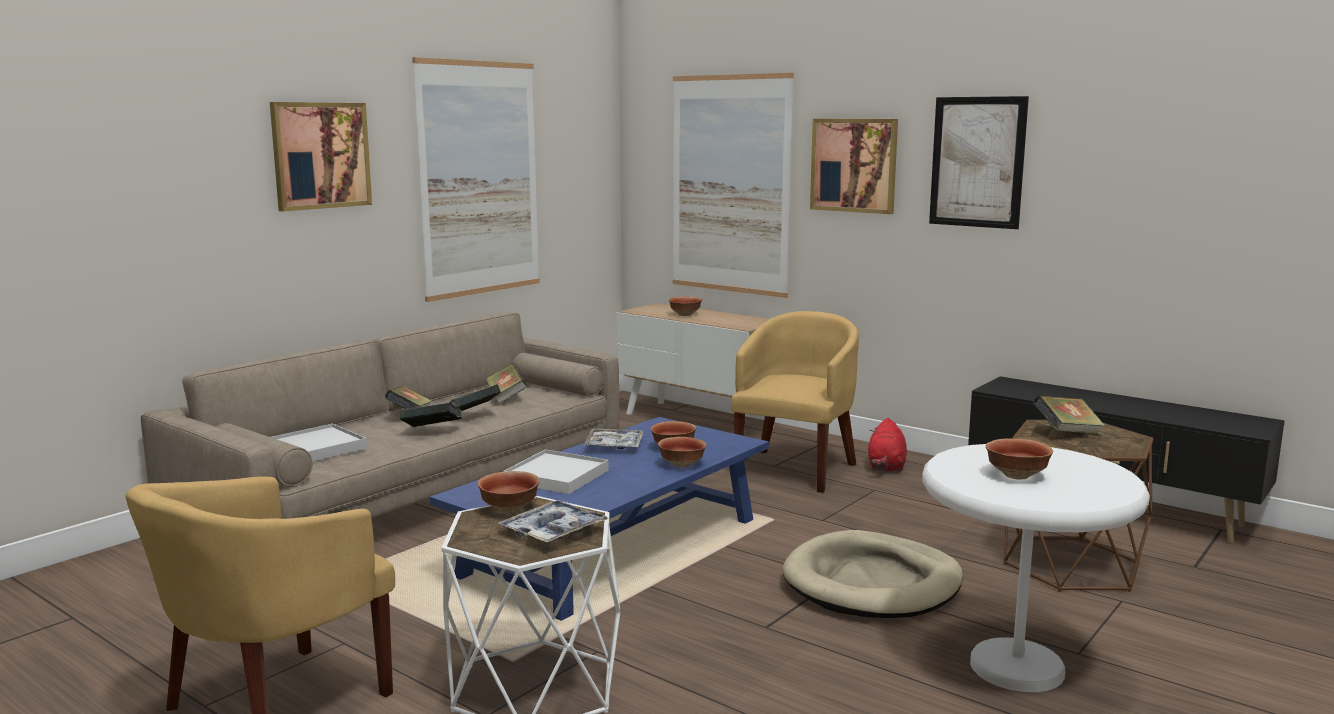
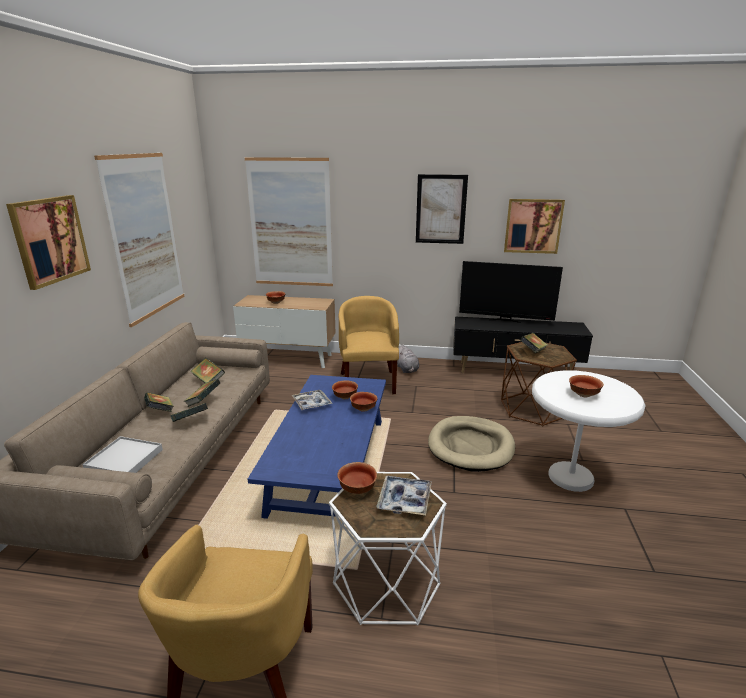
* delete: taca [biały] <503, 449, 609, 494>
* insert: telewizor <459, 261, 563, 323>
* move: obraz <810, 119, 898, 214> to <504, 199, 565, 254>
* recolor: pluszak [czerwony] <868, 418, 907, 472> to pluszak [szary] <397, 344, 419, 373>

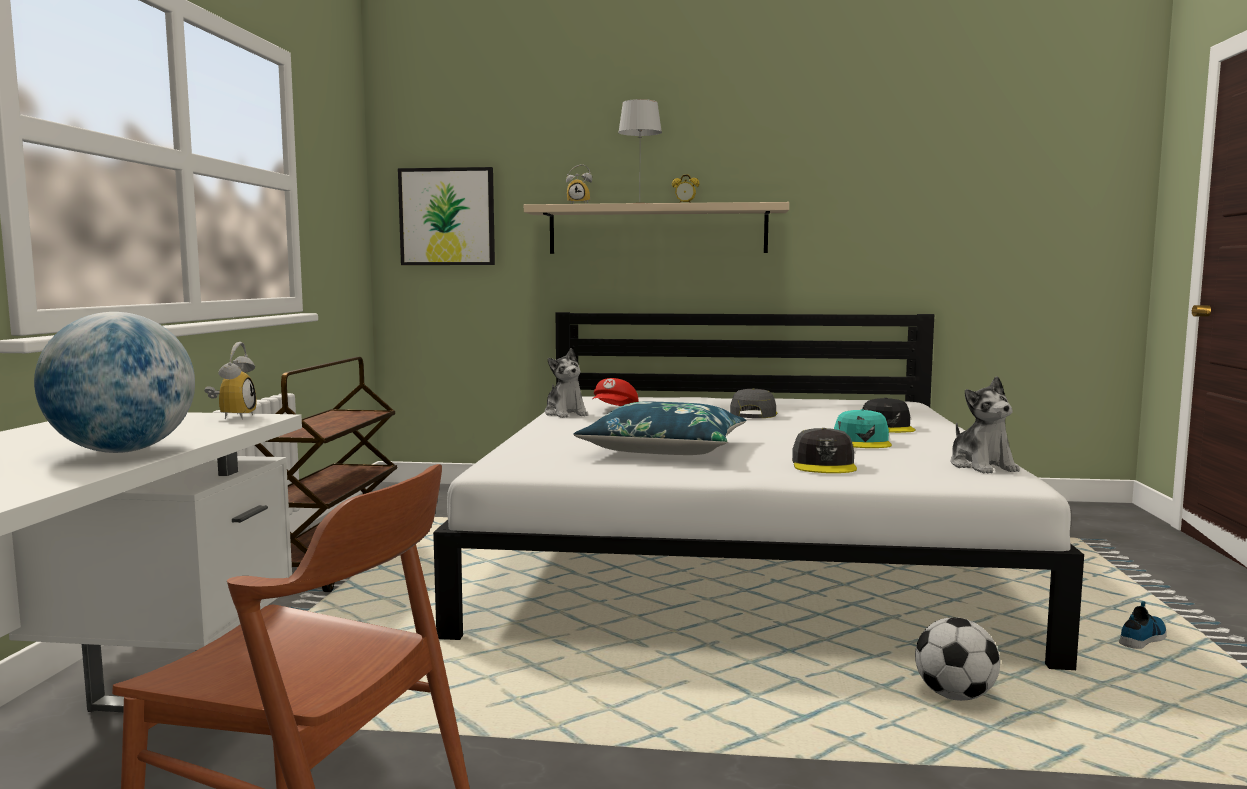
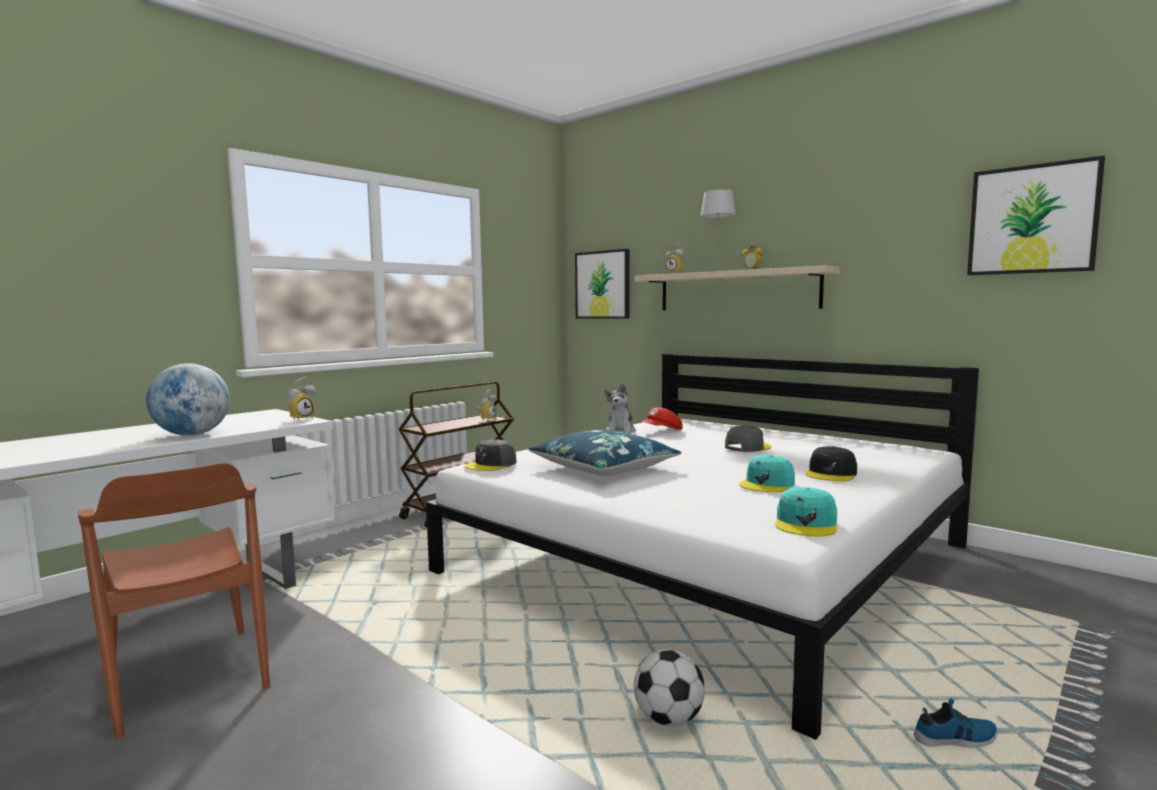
* insert: budzik <477, 389, 497, 421>
* insert: obraz <967, 156, 1105, 275>
* move: czapka z daszkiem [szary] <792, 428, 857, 473> to <464, 439, 517, 471>
* replace: pluszak <950, 376, 1020, 473> to czapka z daszkiem [turkusowy] <775, 487, 837, 536>

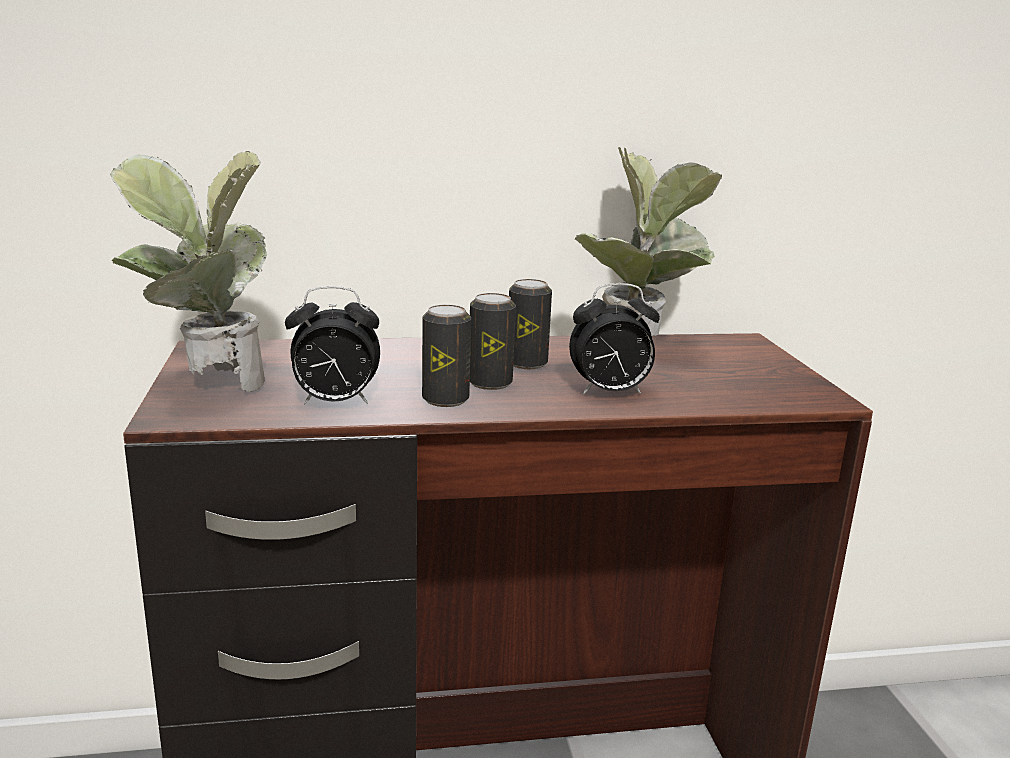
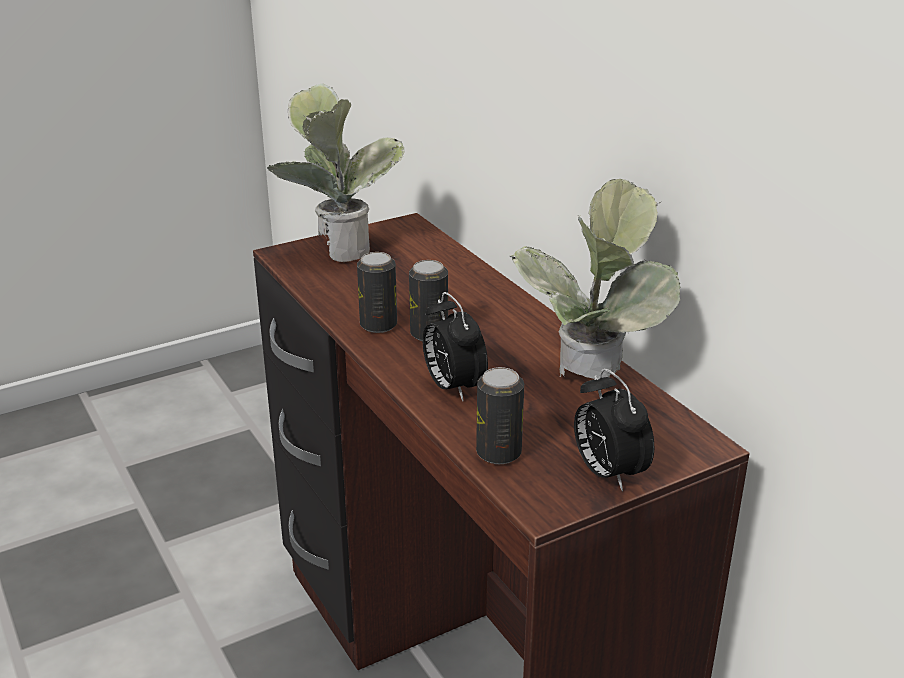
* move: budzik <285, 286, 380, 404> to <574, 368, 654, 491>
* move: puszka <509, 279, 552, 369> to <476, 367, 524, 464>

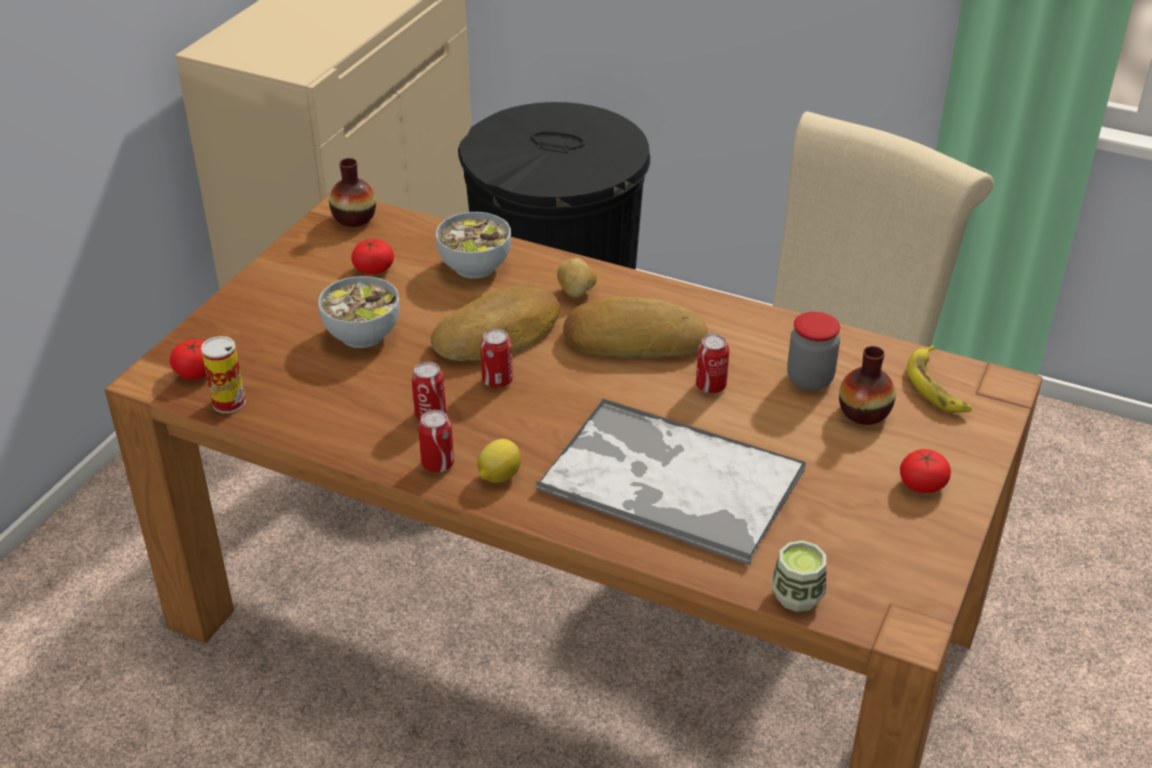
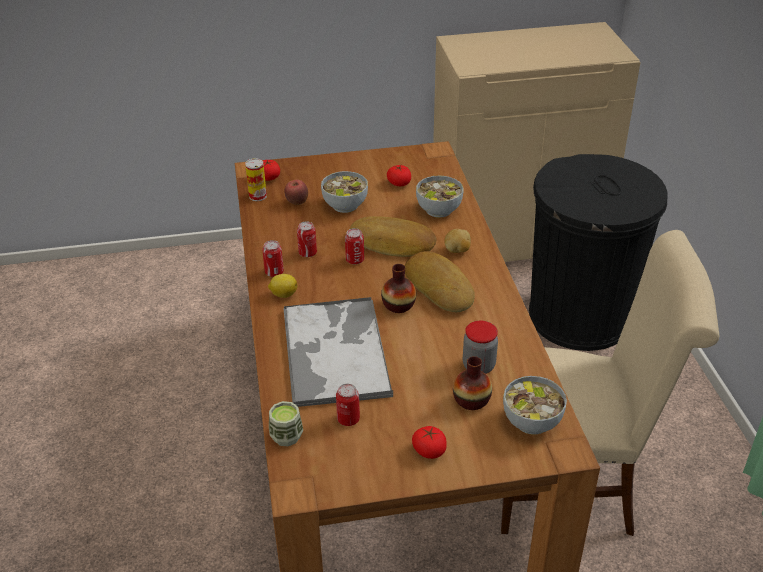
* insert: jabłko <284, 179, 308, 205>
* move: wazon <329, 158, 376, 227> to <381, 264, 416, 313>
* move: puszka <696, 334, 729, 393> to <336, 384, 360, 426>
* replace: banan <907, 345, 972, 413> to miska <503, 376, 567, 434>

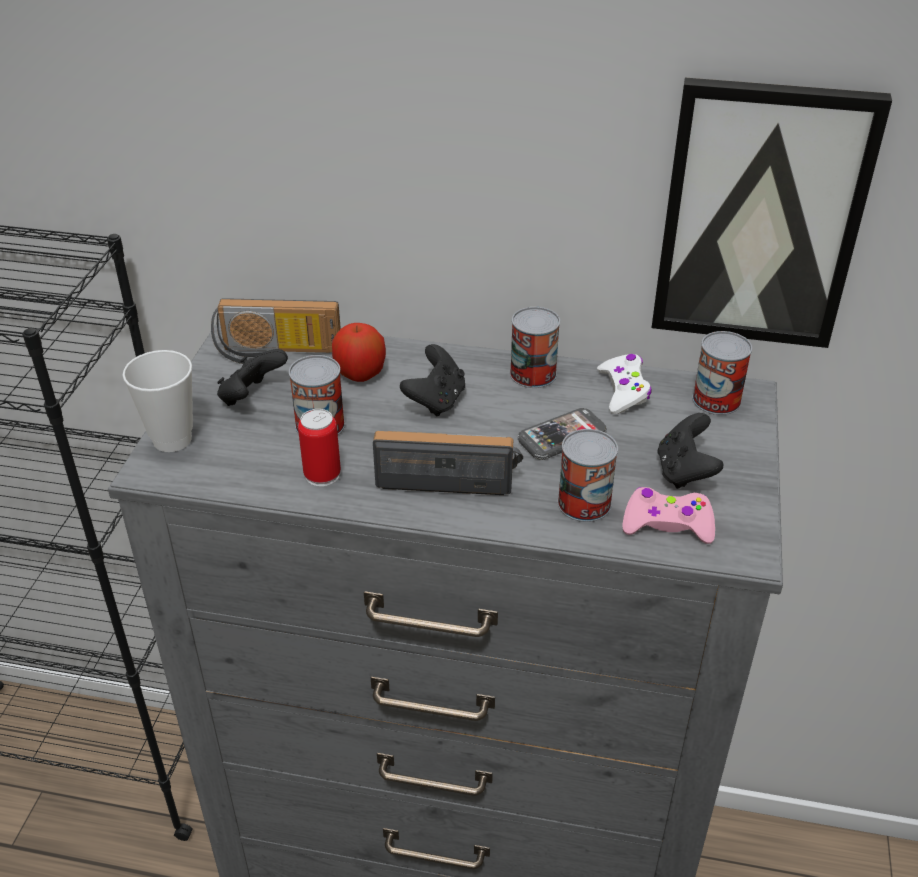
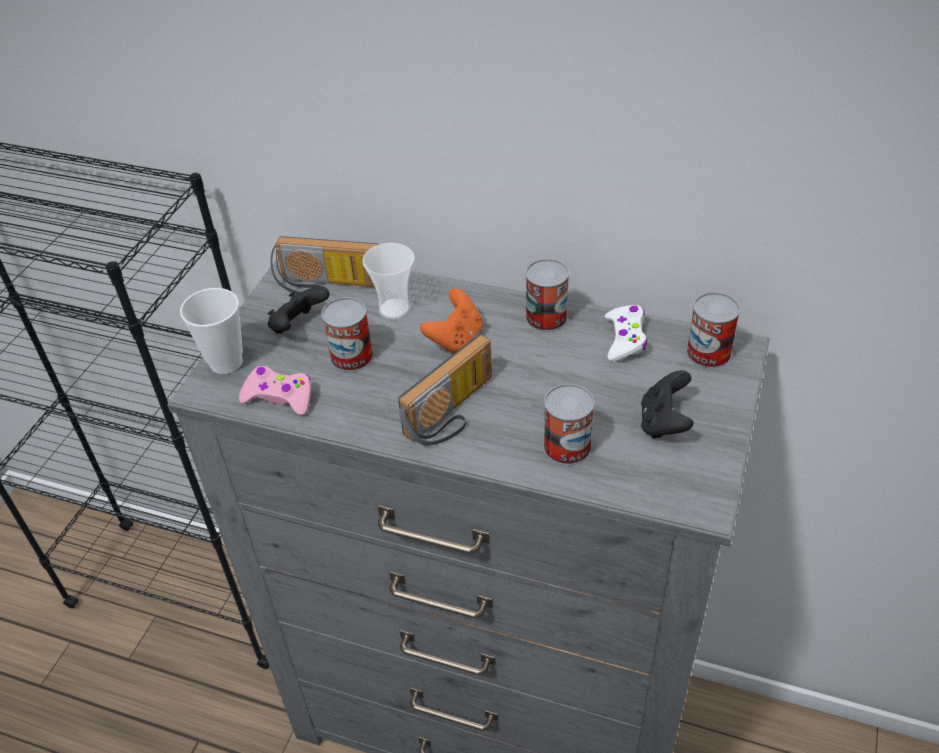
* delete: puszka <298, 409, 341, 487>
* delete: telefon <518, 408, 607, 460>
* delete: obraz <652, 78, 892, 348>
* move: pad do gier [różowy] <622, 487, 715, 544> to <239, 366, 311, 415>
* replace: jabłko <332, 323, 386, 382> to filiżanka <362, 243, 414, 319>
* recolor: pad do gier [czarny] <400, 344, 465, 417> to pad do gier [pomarańczowy] <420, 289, 482, 354>
* rotate: radio <373, 431, 523, 495> = <398, 335, 492, 446> 120 degrees clockwise

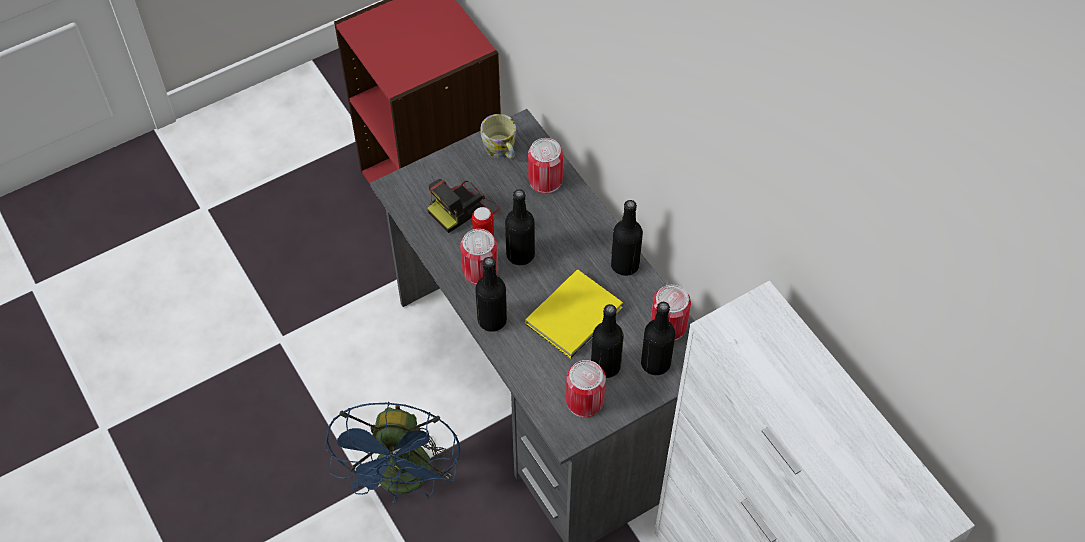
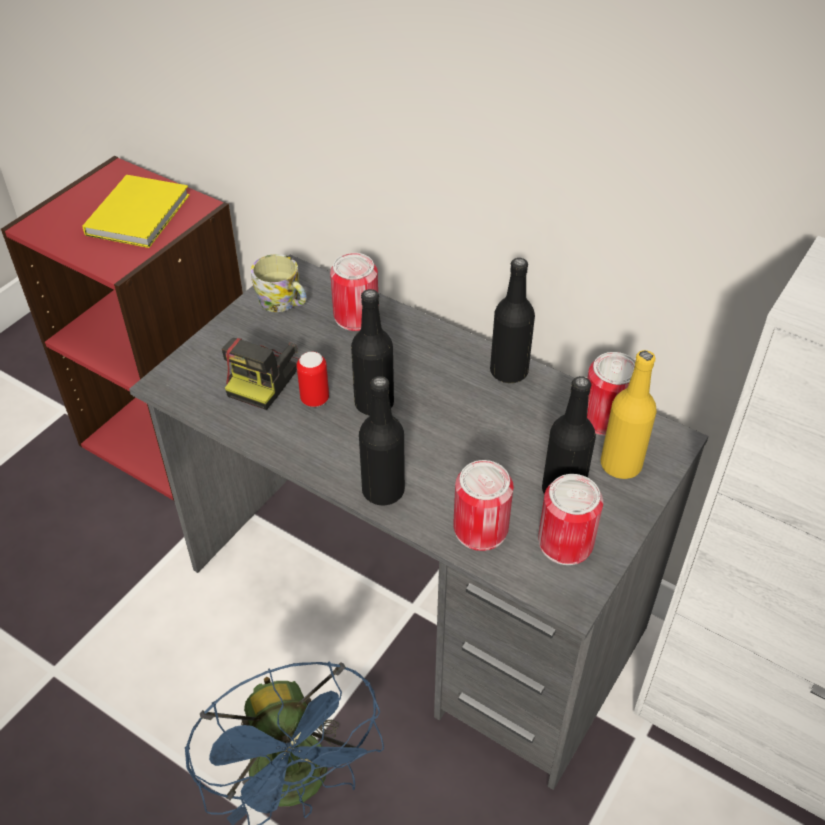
* move: puszka <460, 229, 498, 285> to <453, 460, 514, 551>
* move: książka [żółty] <525, 269, 623, 359> to <82, 175, 190, 248>
* recolor: butelka [czarny] <641, 302, 675, 375> to butelka [żółty] <600, 350, 657, 479>

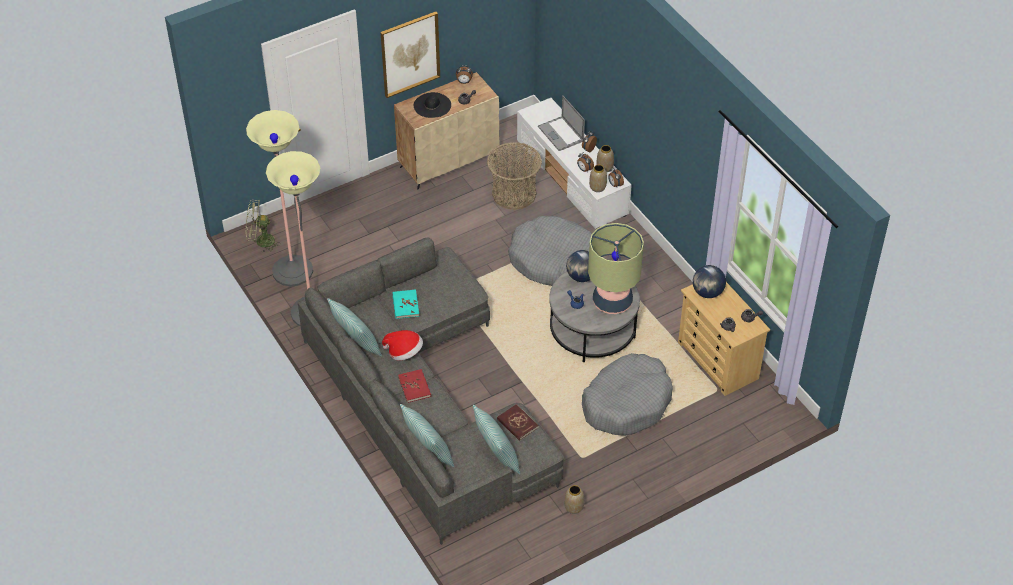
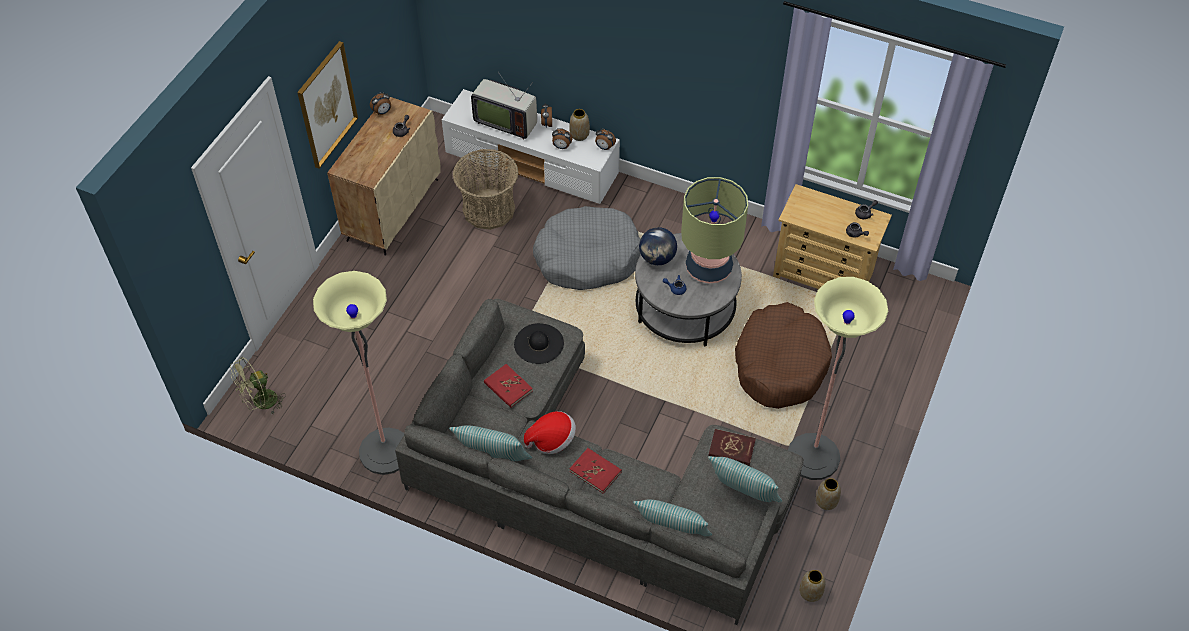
* delete: globus <693, 265, 726, 298>
* move: lampa stojąca <246, 110, 313, 287> to <788, 277, 888, 480>
* move: kapelusz [czarny] <414, 92, 451, 118> to <514, 323, 564, 364>
* move: wazon <589, 165, 607, 192> to <799, 570, 826, 602>
* replace: laptop <538, 95, 585, 151> to telewizor <471, 72, 537, 140>
* recolor: książka [turkusowy] <392, 289, 419, 319> to książka [czerwony] <484, 364, 533, 408>
* recolor: legowisko [szary] <582, 353, 673, 436> to legowisko [brązowy] <735, 302, 832, 409>

